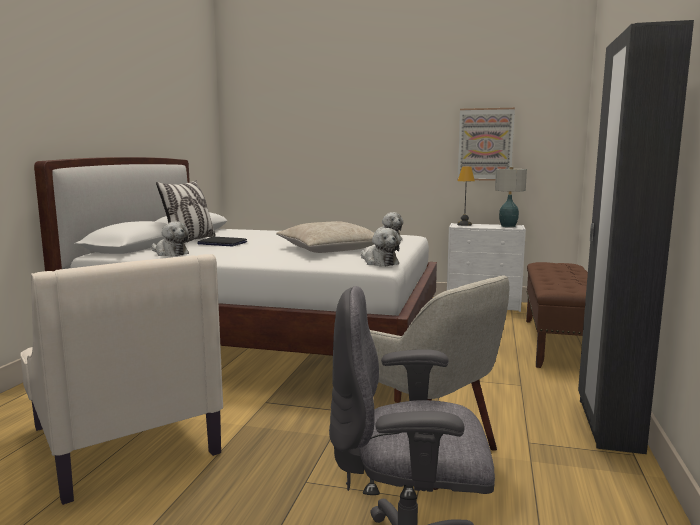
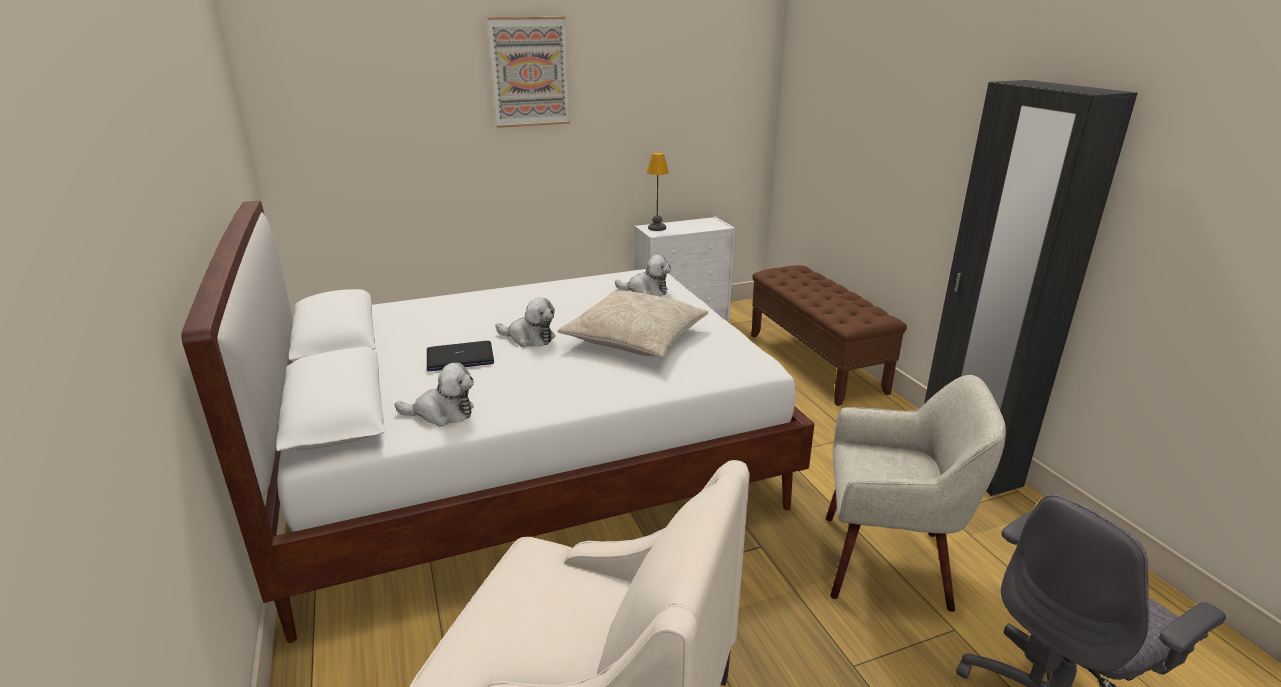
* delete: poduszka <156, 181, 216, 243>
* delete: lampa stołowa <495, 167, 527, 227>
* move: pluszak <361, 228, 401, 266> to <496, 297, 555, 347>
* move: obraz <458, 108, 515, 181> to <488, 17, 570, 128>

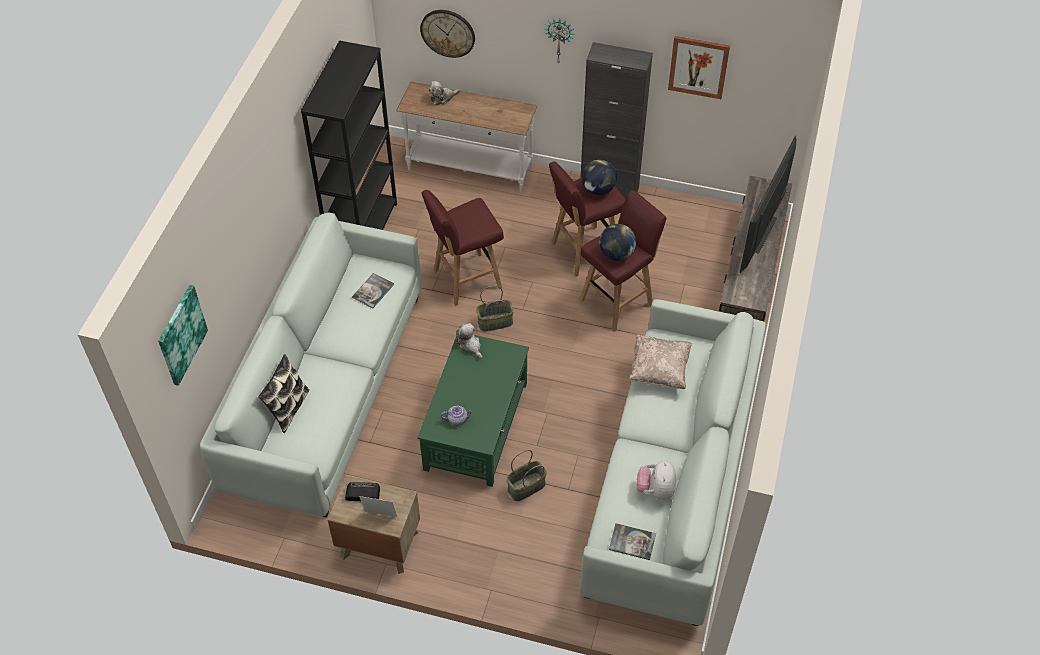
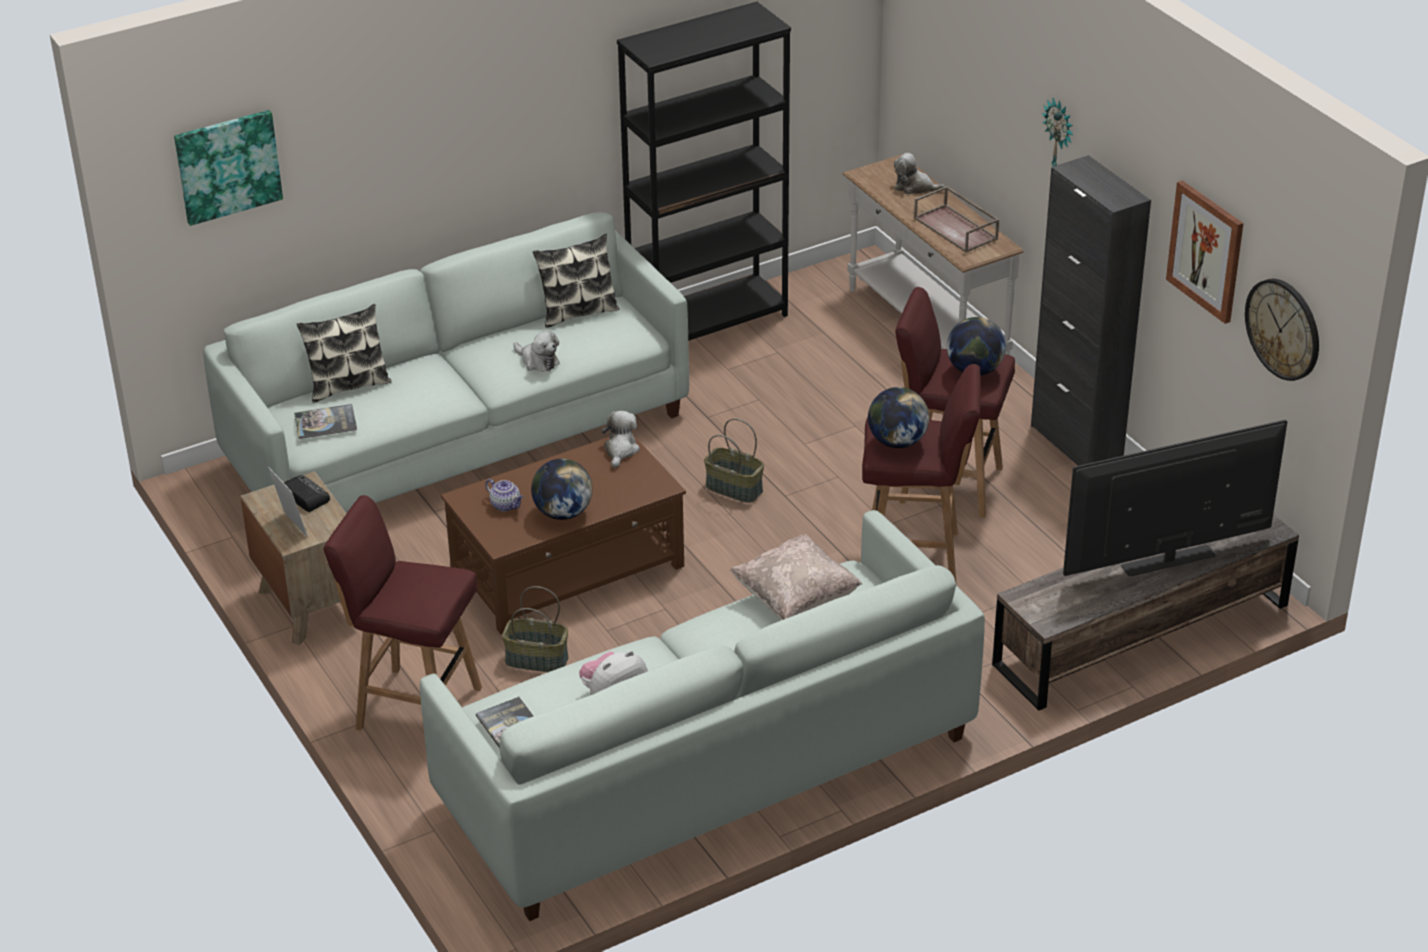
* insert: pluszak <513, 331, 559, 372>
* insert: globus <531, 459, 593, 520>
* insert: poduszka <533, 234, 620, 328>
* insert: taca [brązowy] <914, 186, 999, 253>
* move: książka <352, 273, 394, 308> to <294, 404, 357, 439>
* move: zegar ścienny <420, 10, 475, 58> to <1245, 279, 1319, 381>
* move: stołek [czerwony] <422, 190, 504, 306> to <323, 495, 482, 731>
* recolor: ława [zielony] <417, 335, 529, 487> to ława [brązowy] <441, 434, 686, 634>

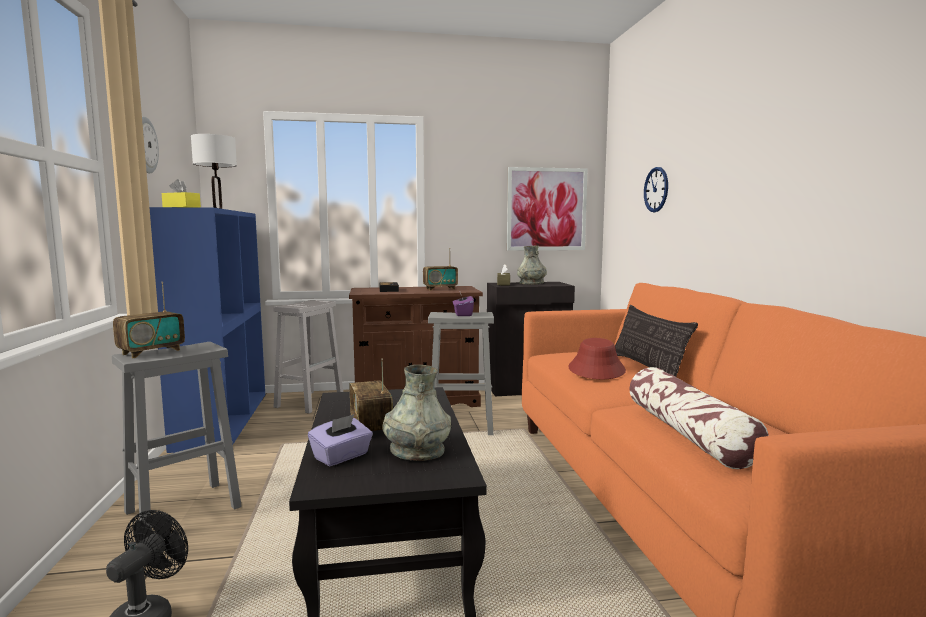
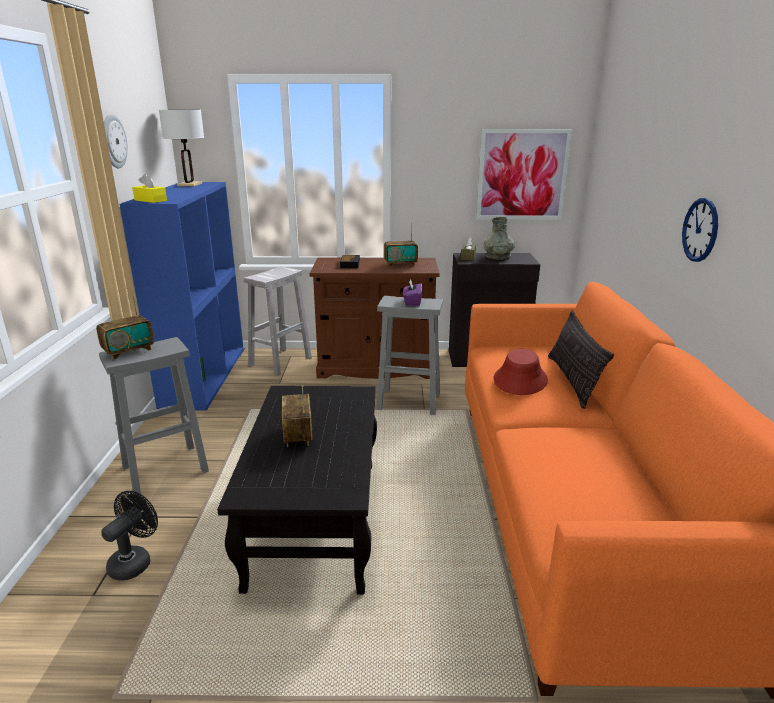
* delete: pudełko chusteczek [fioletowy] <308, 414, 373, 466>
* delete: wazon [szary] <382, 365, 451, 461>
* delete: poduszka <629, 367, 769, 469>
* move: zegar ścienny <644, 167, 668, 212> to <682, 198, 718, 262>

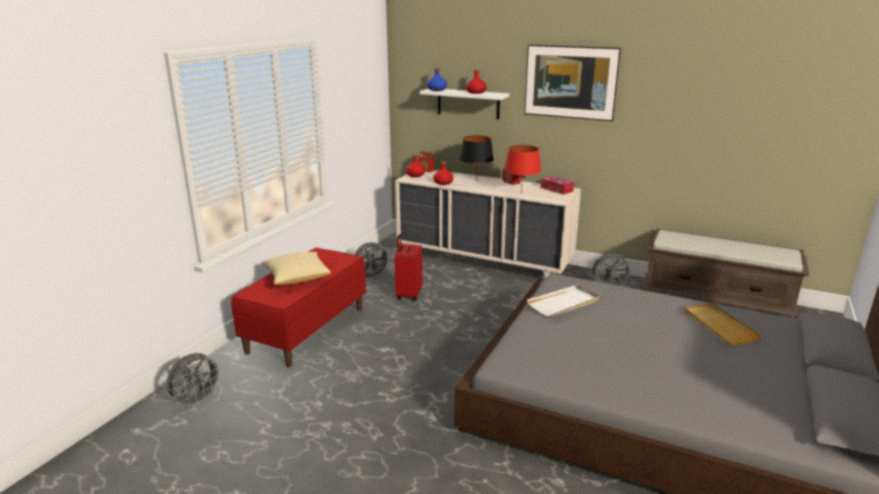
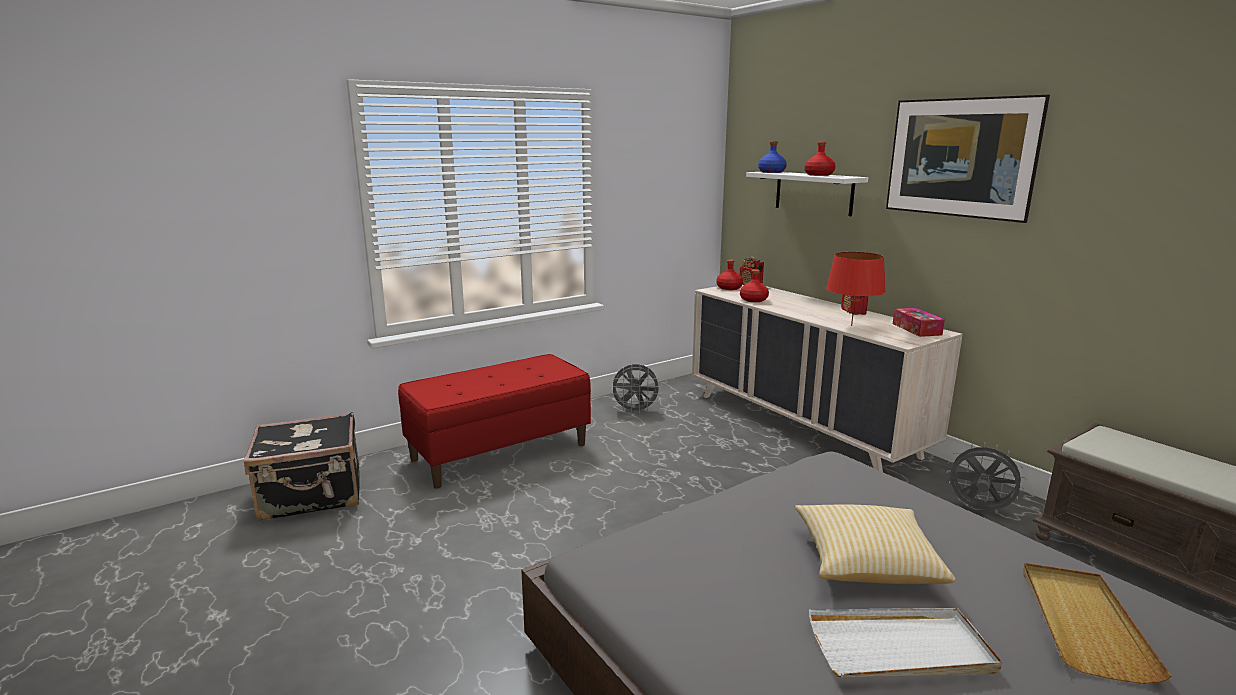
* delete: walizka [czerwony] <394, 234, 422, 301>
* delete: lampa stołowa [czarny] <460, 136, 494, 179>
* move: poduszka <262, 252, 331, 285> to <795, 504, 955, 584>
* move: taca [biały] <527, 285, 599, 317> to <809, 608, 1002, 677>
* replace: wentylator [szary] <166, 353, 223, 408> to walizka [czarny] <244, 412, 360, 521>

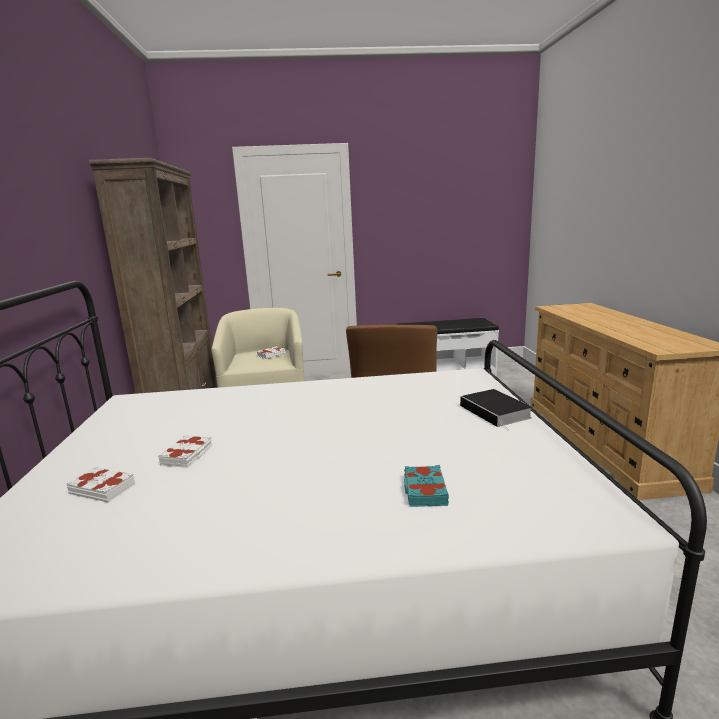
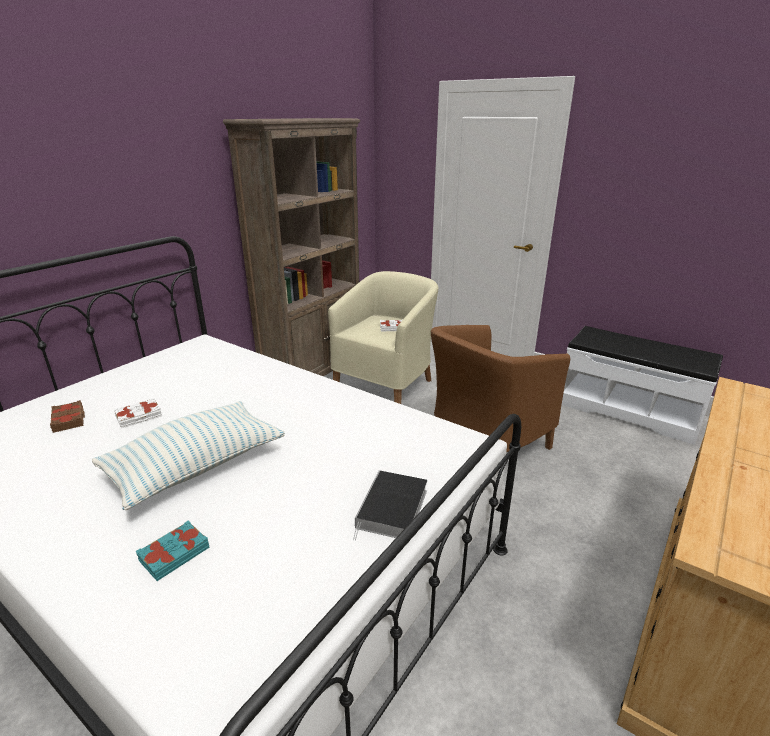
* insert: poduszka <92, 401, 285, 510>
* recolor: książka [biały] <66, 466, 135, 502> to książka [brązowy] <50, 400, 85, 433>

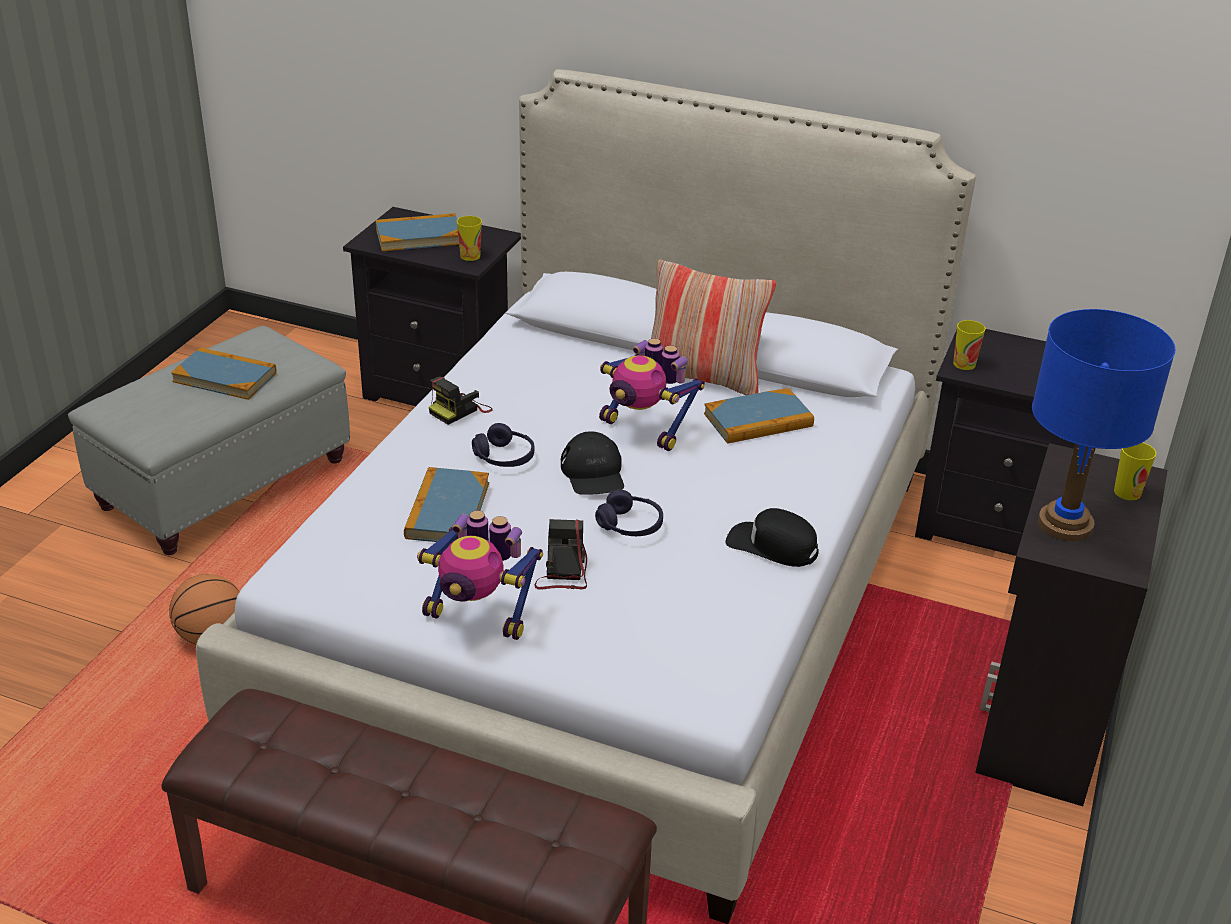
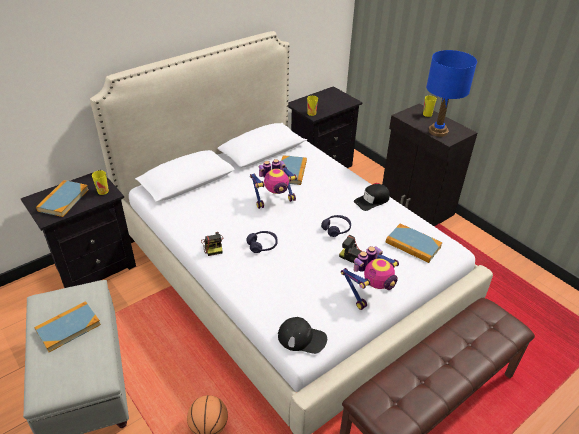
* delete: poduszka <651, 259, 776, 395>
* move: książka <404, 467, 489, 542> to <386, 224, 442, 263>
* move: czapka z daszkiem [czarny] <561, 431, 624, 495> to <278, 317, 327, 354>

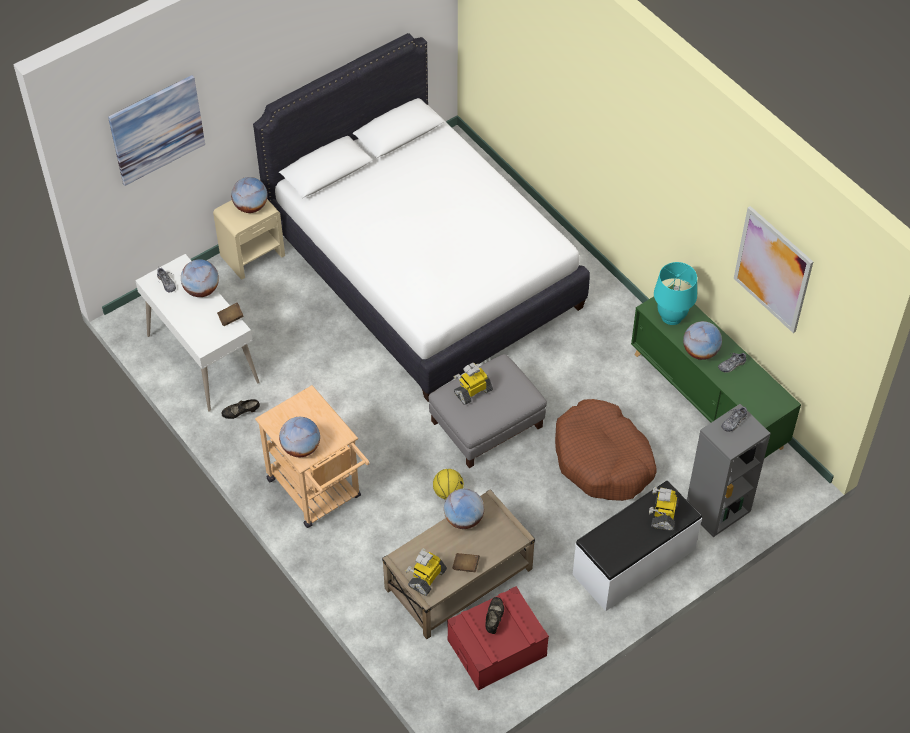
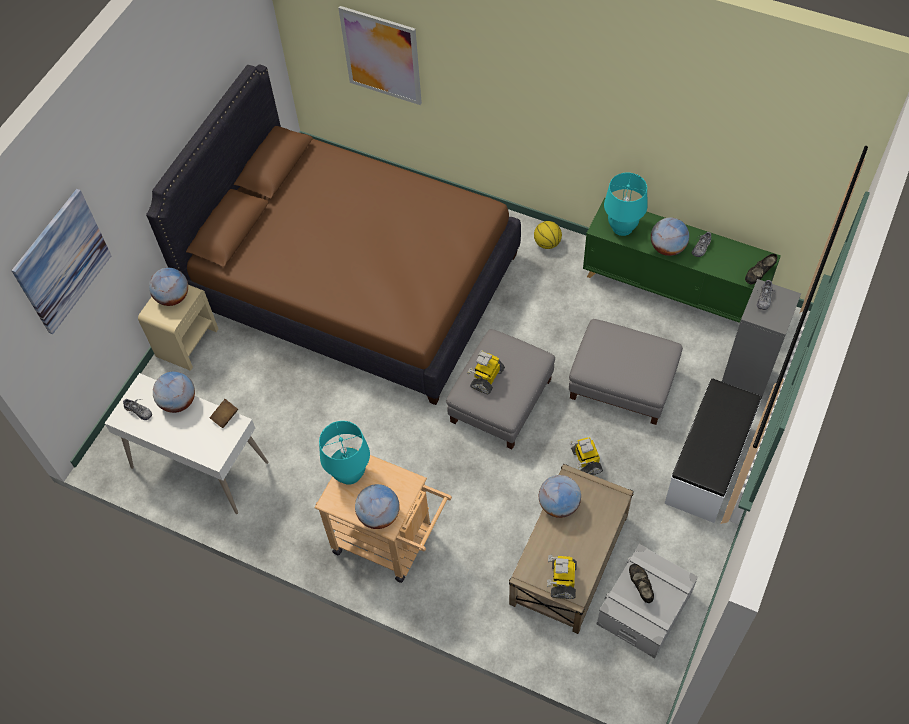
* delete: książka [brązowy] <452, 553, 480, 572>
* insert: lampa stołowa [turkusowy] <319, 421, 370, 485>
* move: but [czarny] <221, 399, 260, 419> to <745, 254, 777, 285>
* move: piłka do koszykówki <433, 469, 464, 500> to <534, 221, 562, 249>
* move: robot zabawkowy <649, 487, 679, 531> to <569, 437, 603, 475>
* move: obraz <734, 206, 813, 333> to <338, 6, 422, 105>
* replace: legowisko [brązowy] <555, 399, 657, 501> to pufa [szary] <569, 319, 683, 425>
* recolor: łóżko [biały] <253, 33, 590, 402> to łóżko [brązowy] <146, 64, 521, 405>
* recolor: pojemnik do przechowywania [czerwony] <447, 586, 549, 691> to pojemnik do przechowywania [szary] <597, 544, 698, 659>

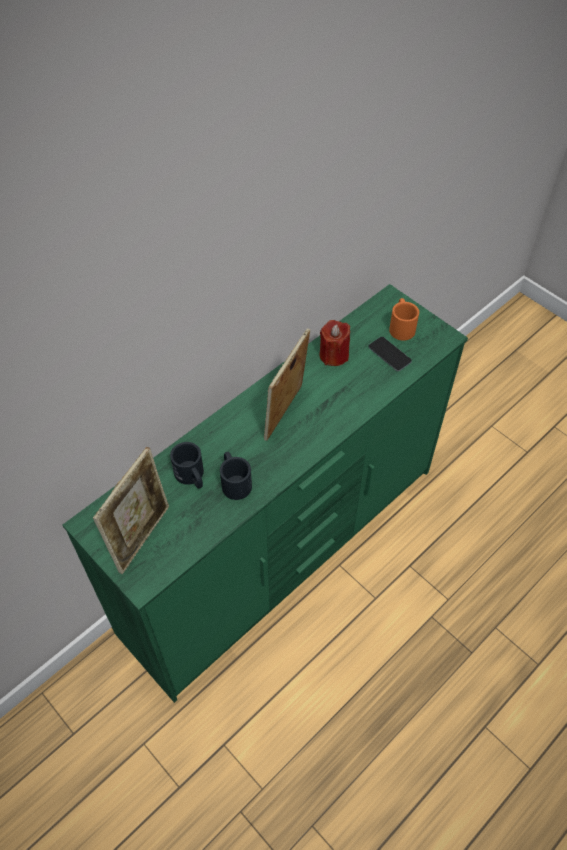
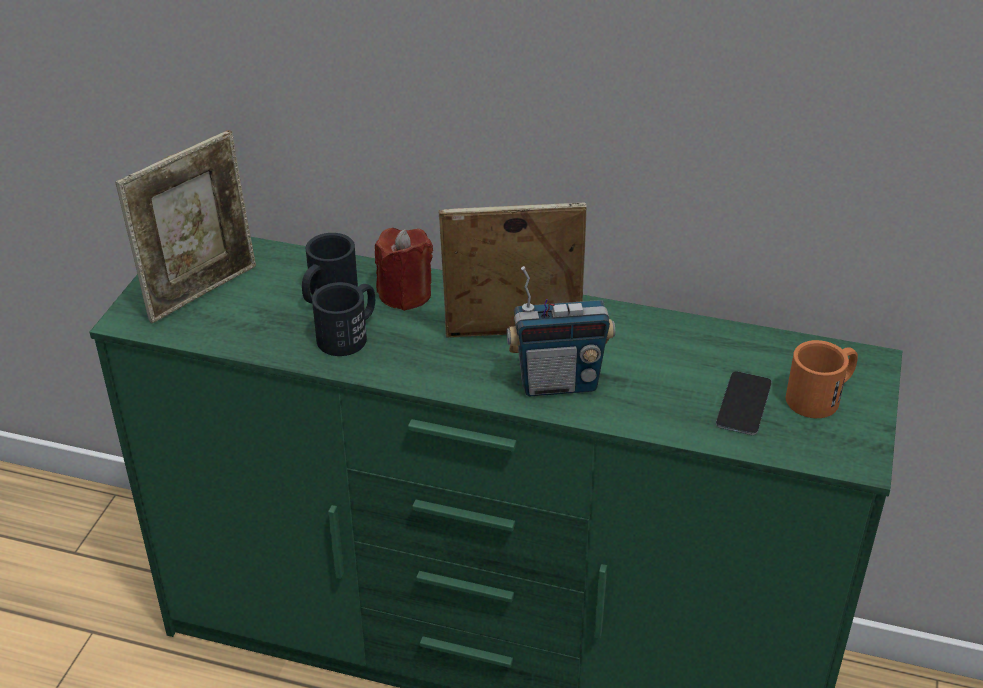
* insert: radio <507, 266, 615, 396>
* move: świeca [czerwony] <320, 320, 350, 366> to <375, 228, 433, 311>
* rotate: ramka na zdjęcie <93, 447, 169, 574> = <116, 130, 256, 324> 45 degrees counterclockwise

